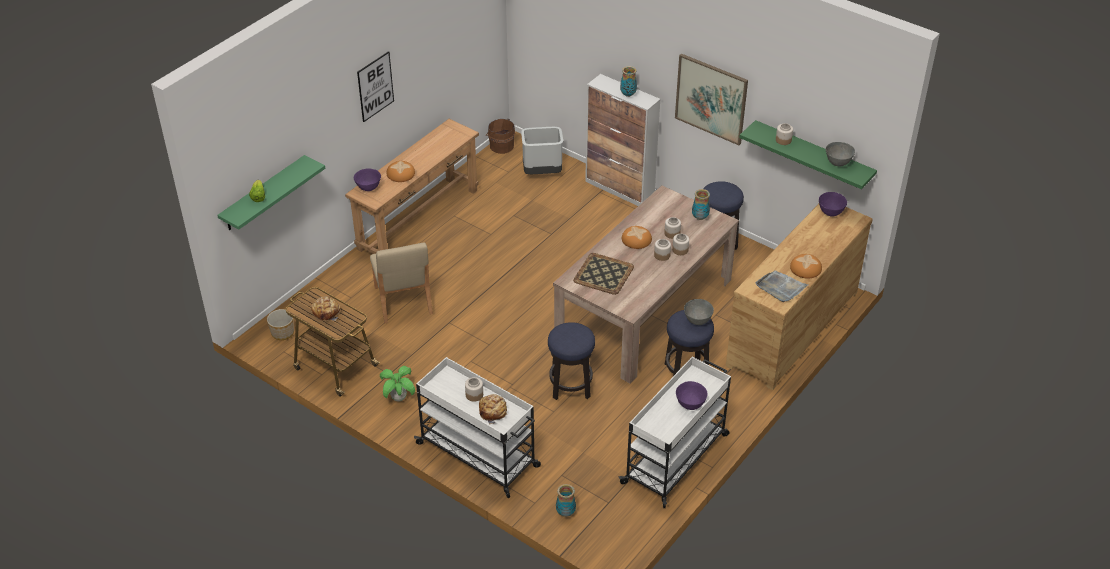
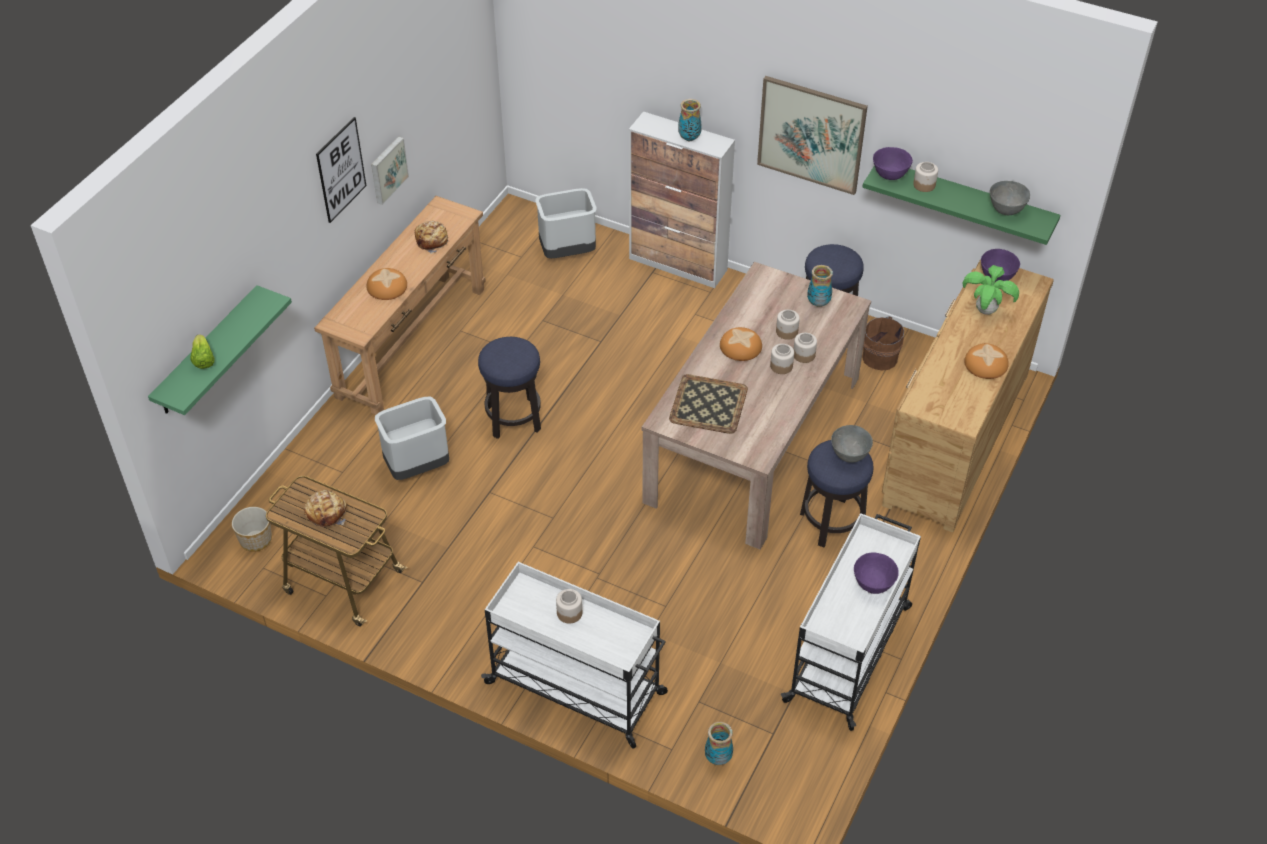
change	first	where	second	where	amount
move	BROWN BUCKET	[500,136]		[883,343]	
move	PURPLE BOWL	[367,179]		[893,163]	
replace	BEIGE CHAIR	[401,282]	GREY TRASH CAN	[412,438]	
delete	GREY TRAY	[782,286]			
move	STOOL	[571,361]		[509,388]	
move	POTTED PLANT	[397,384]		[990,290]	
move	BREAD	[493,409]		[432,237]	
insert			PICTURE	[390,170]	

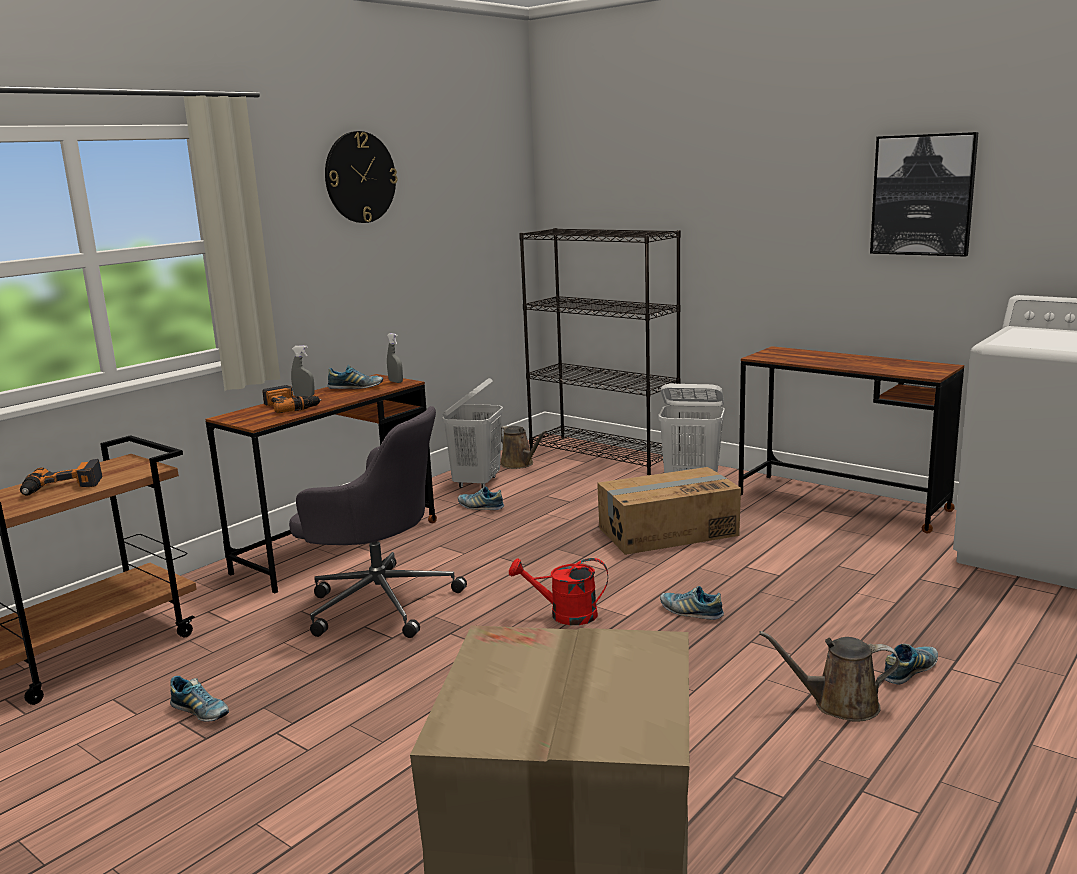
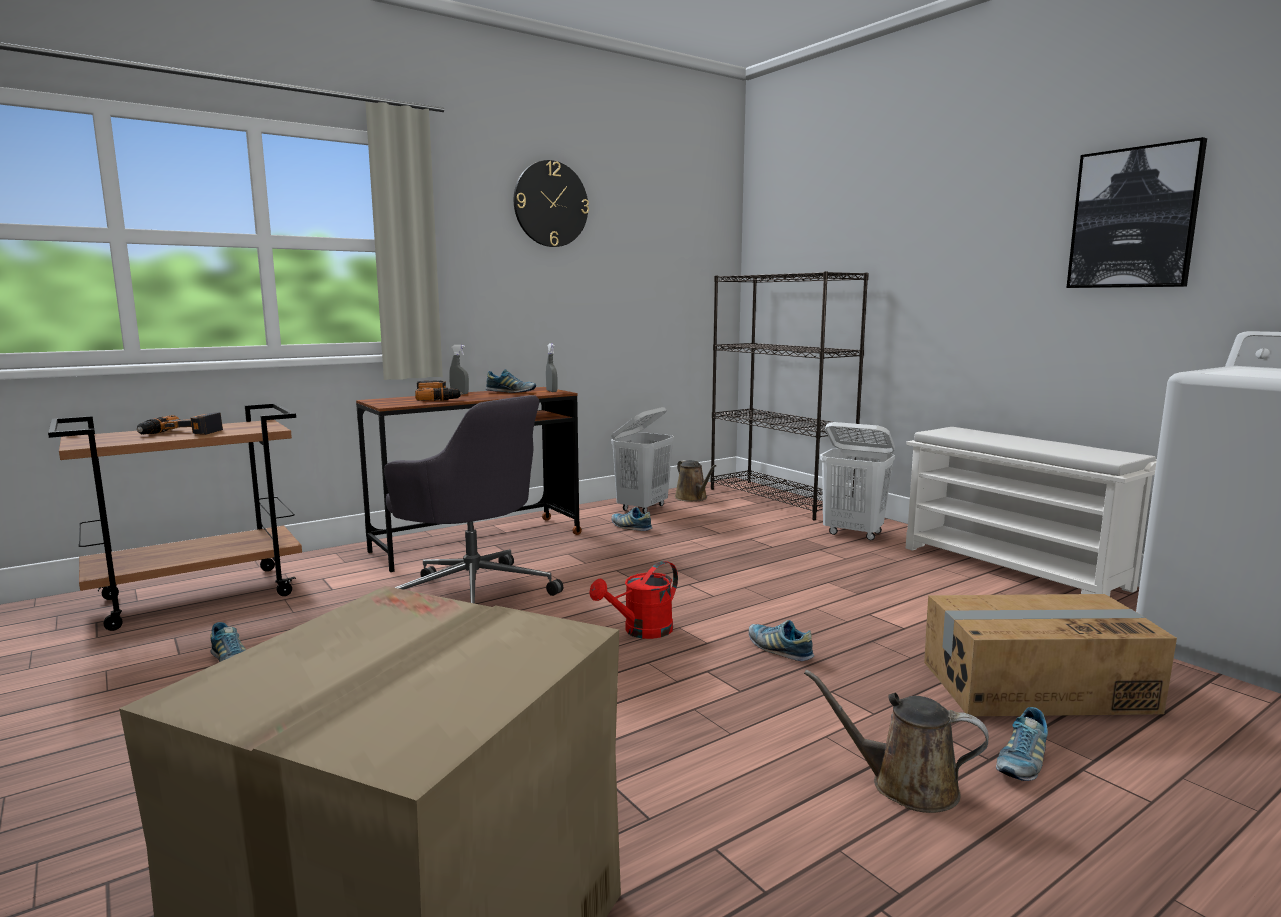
change	first	where	second	where	amount
replace	BROWN DESK	[851,440]	WHITE SHOE RACK	[1031,511]	
move	CARDBOARD BOX	[669,511]		[1050,655]	
rotate	RED WATERING CAN	[558,591]		[633,600]	60 degrees counterclockwise
rotate	SHOE	[911,664]		[1022,744]	150 degrees clockwise

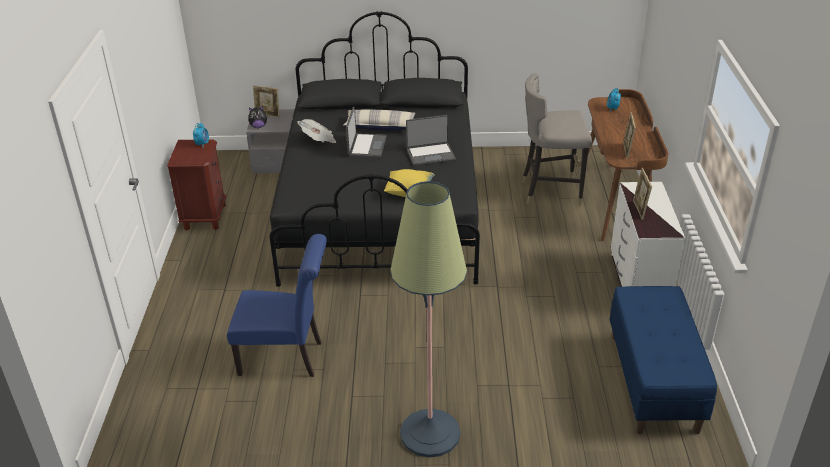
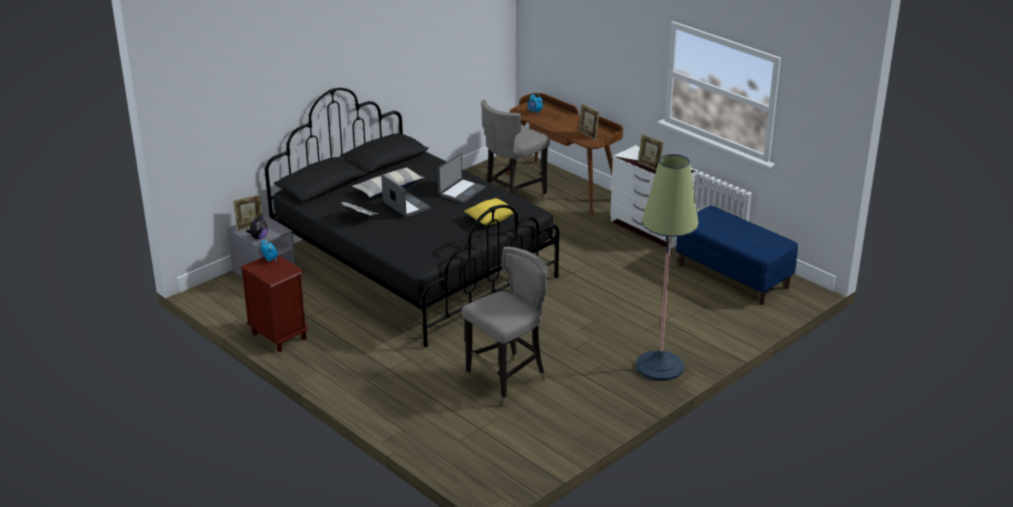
change	first	where	second	where	amount
replace	BLUE CHAIR	[277,305]	GREY STOOL	[505,326]	

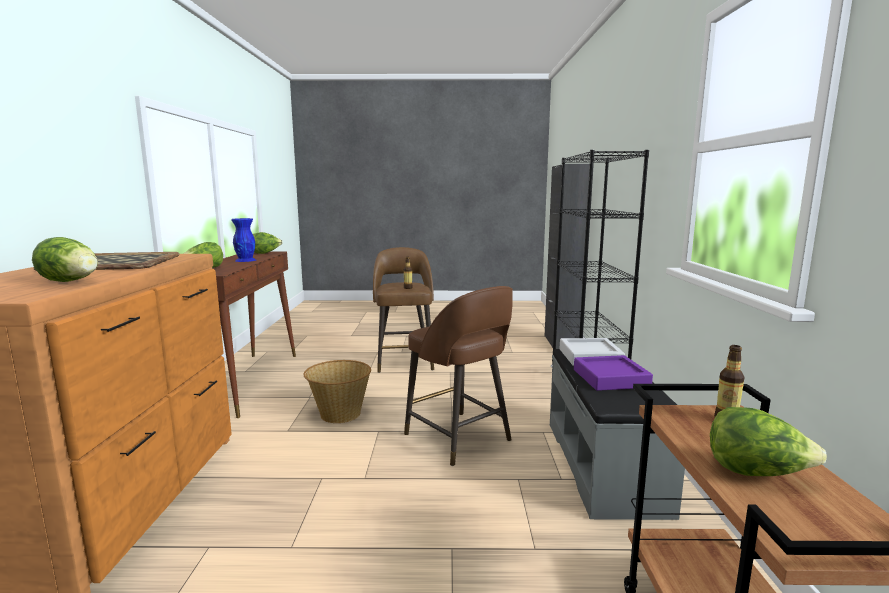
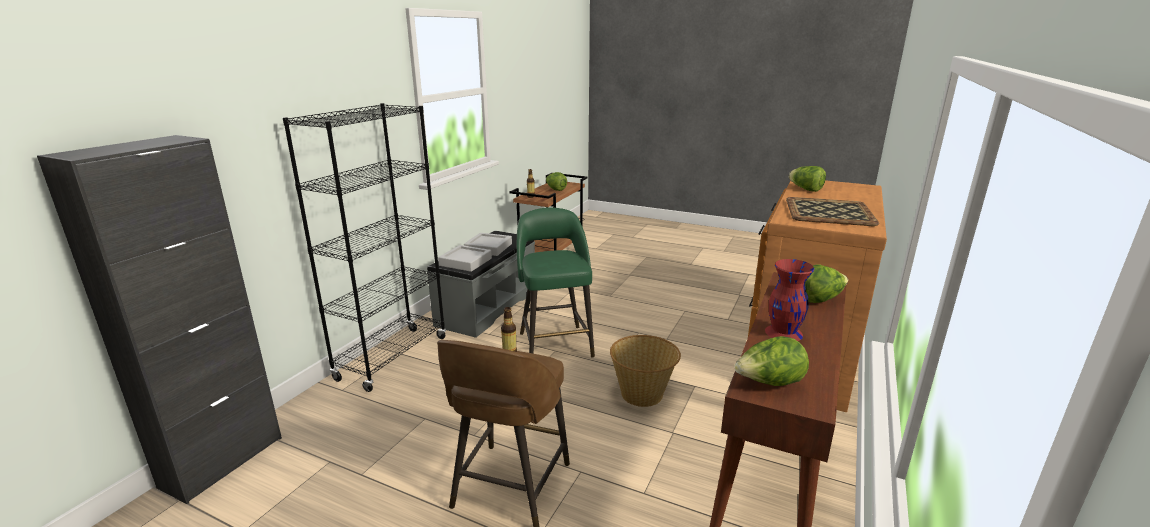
change	first	where	second	where	amount
recolor	BLUE VASE	[243,240]	RED VASE	[789,300]	
recolor	BROWN STOOL	[458,376]	GREEN STOOL	[556,282]	
recolor	PURPLE TRAY	[613,373]	GREY TRAY	[488,244]	

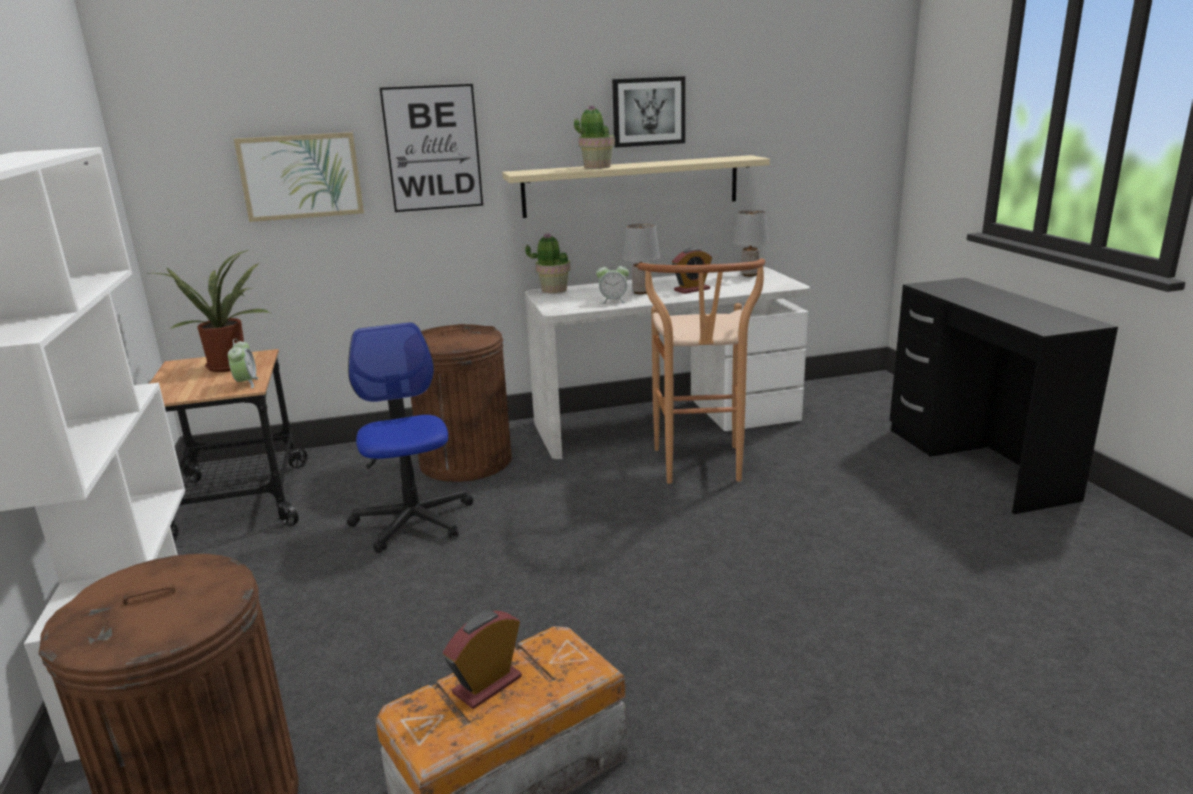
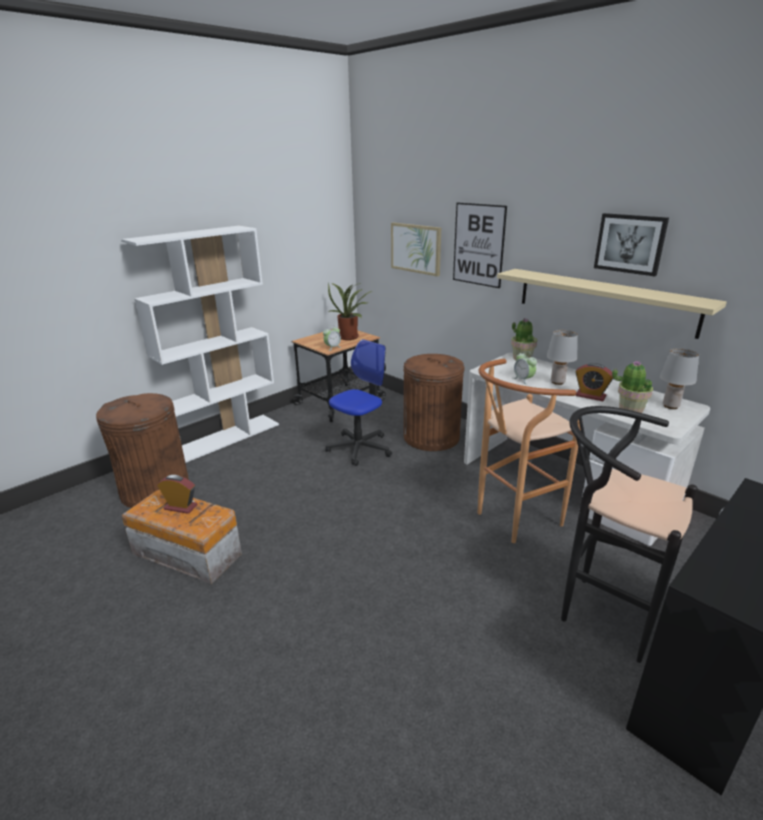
change	first	where	second	where	amount
move	POTTED PLANT	[594,137]		[632,387]	
insert			BLACK STOOL	[629,534]	

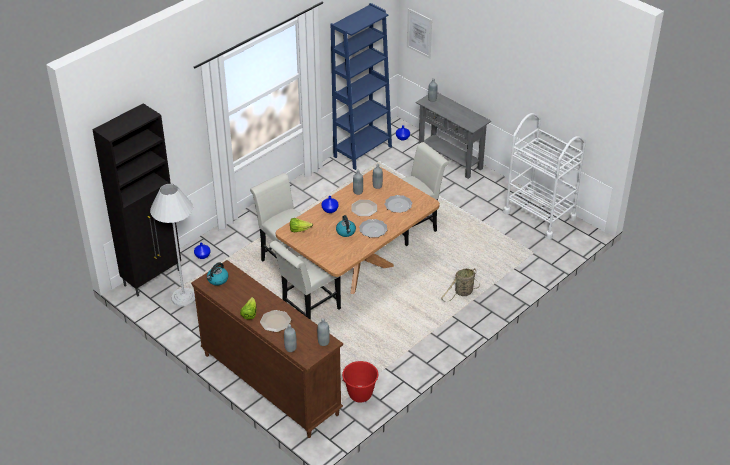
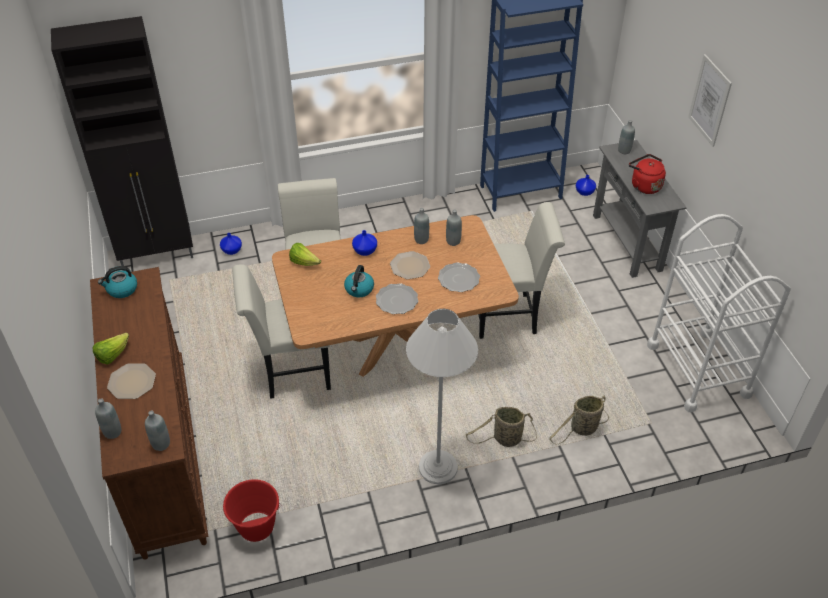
change	first	where	second	where	amount
move	PICTURE	[419,33]		[710,100]	
move	WHITE FLOOR LAMP	[172,245]		[442,396]	
insert			RED KETTLE	[647,174]	
insert			BASKET	[579,420]	

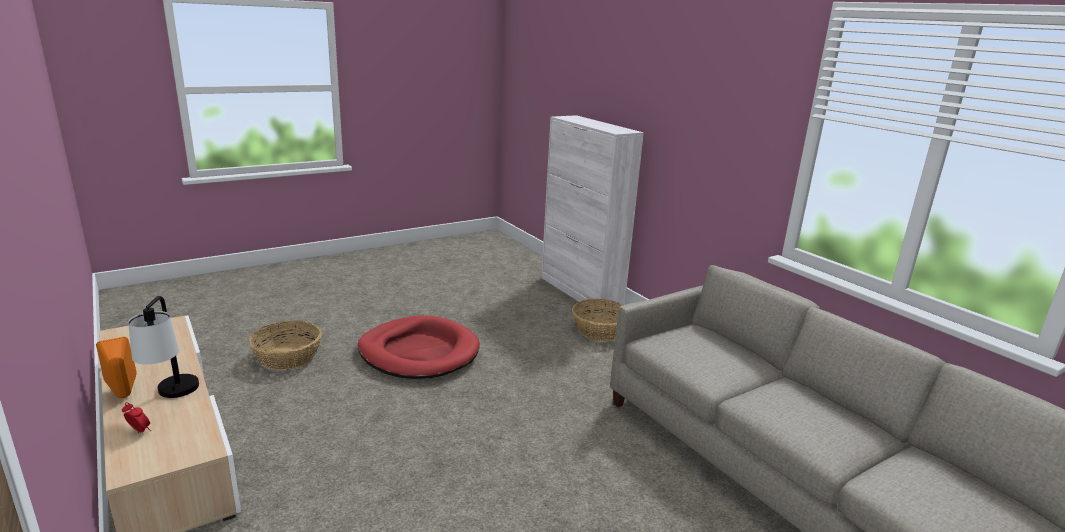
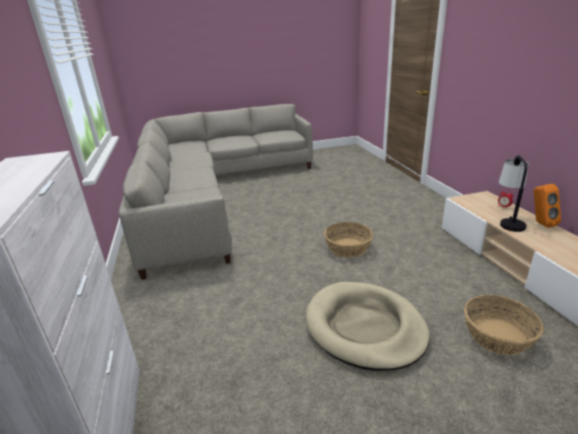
change	first	where	second	where	amount
move	BASKET	[597,320]		[348,240]	
recolor	RED DOG BED	[419,347]	BEIGE DOG BED	[367,326]	

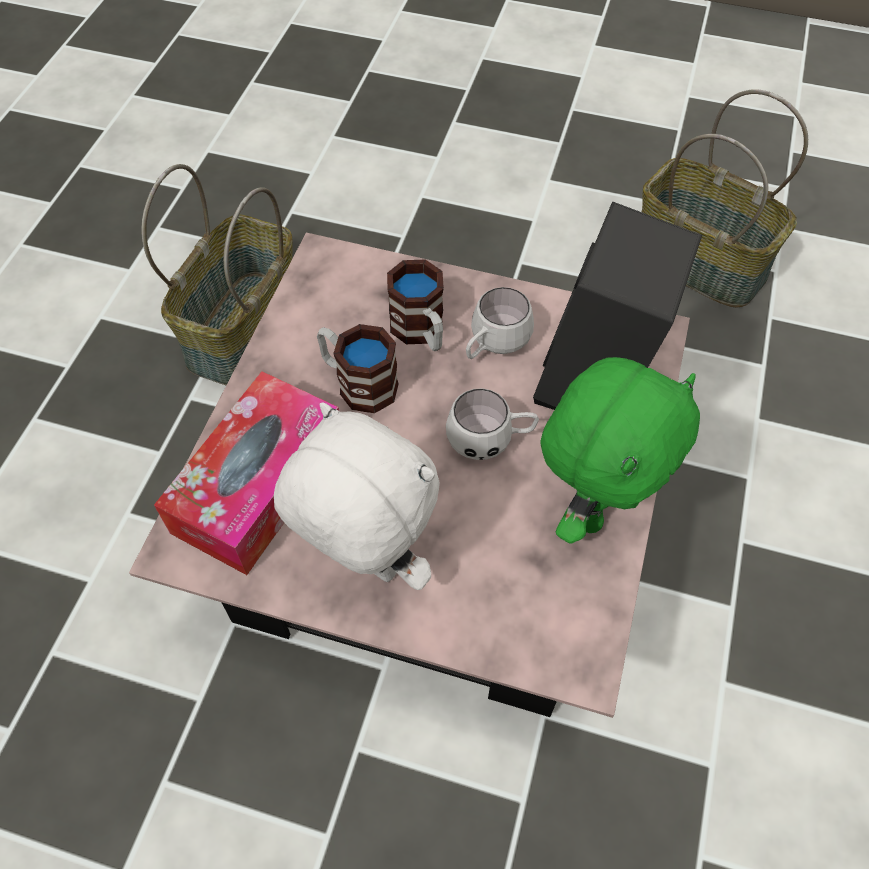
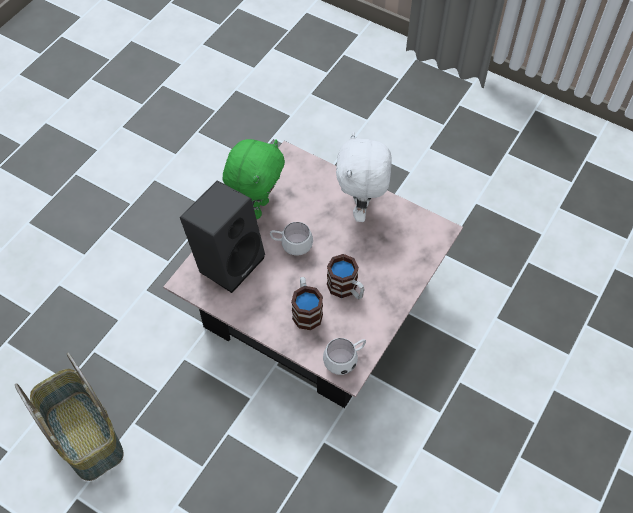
change	first	where	second	where	amount
delete	BASKET	[217,274]			
move	WHITE MUG	[500,323]		[344,356]	
rotate	GREEN PLUSH TOY	[620,450]		[254,179]	150 degrees clockwise
delete	TISSUE BOX	[246,473]			
rotate	WHITE PLUSH TOY	[356,496]		[364,177]	45 degrees clockwise

